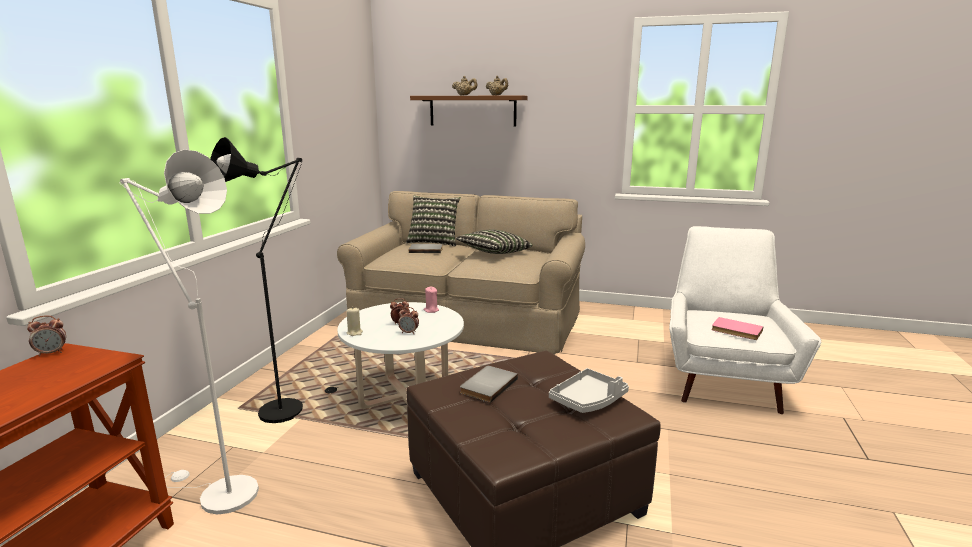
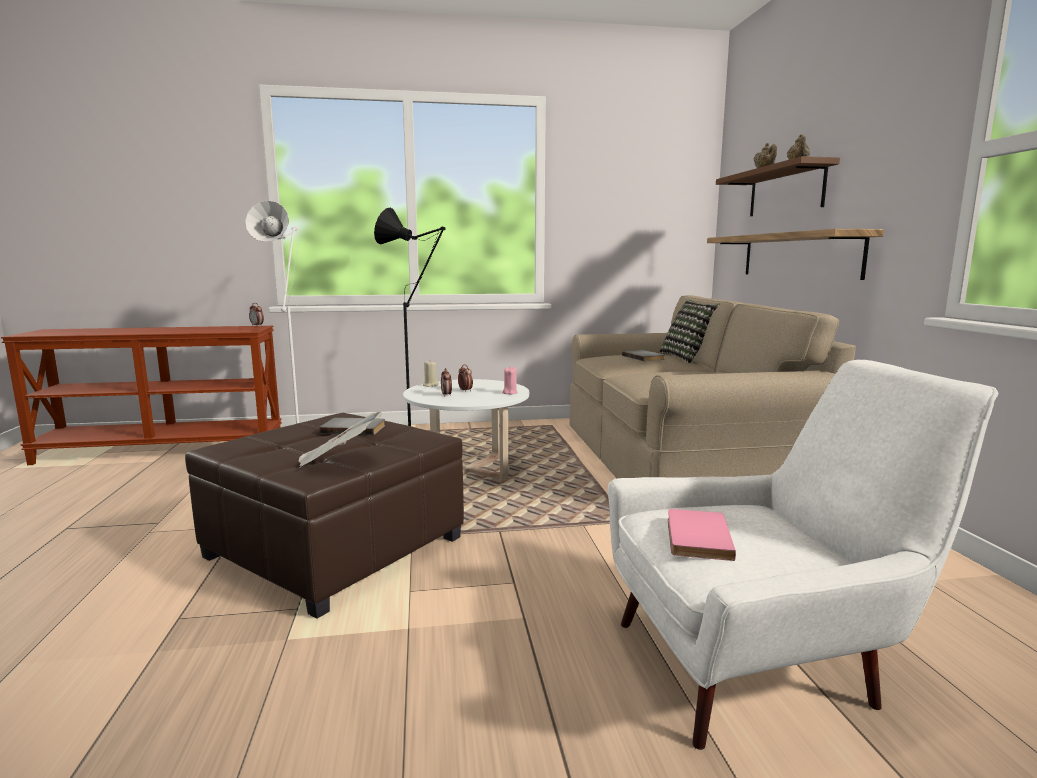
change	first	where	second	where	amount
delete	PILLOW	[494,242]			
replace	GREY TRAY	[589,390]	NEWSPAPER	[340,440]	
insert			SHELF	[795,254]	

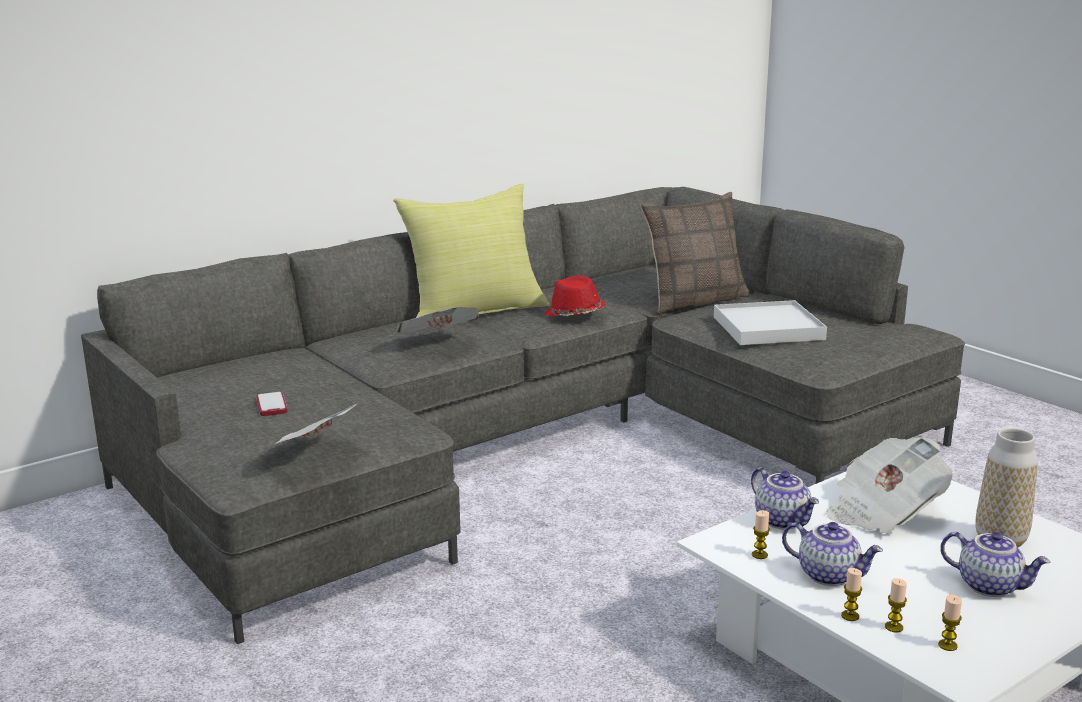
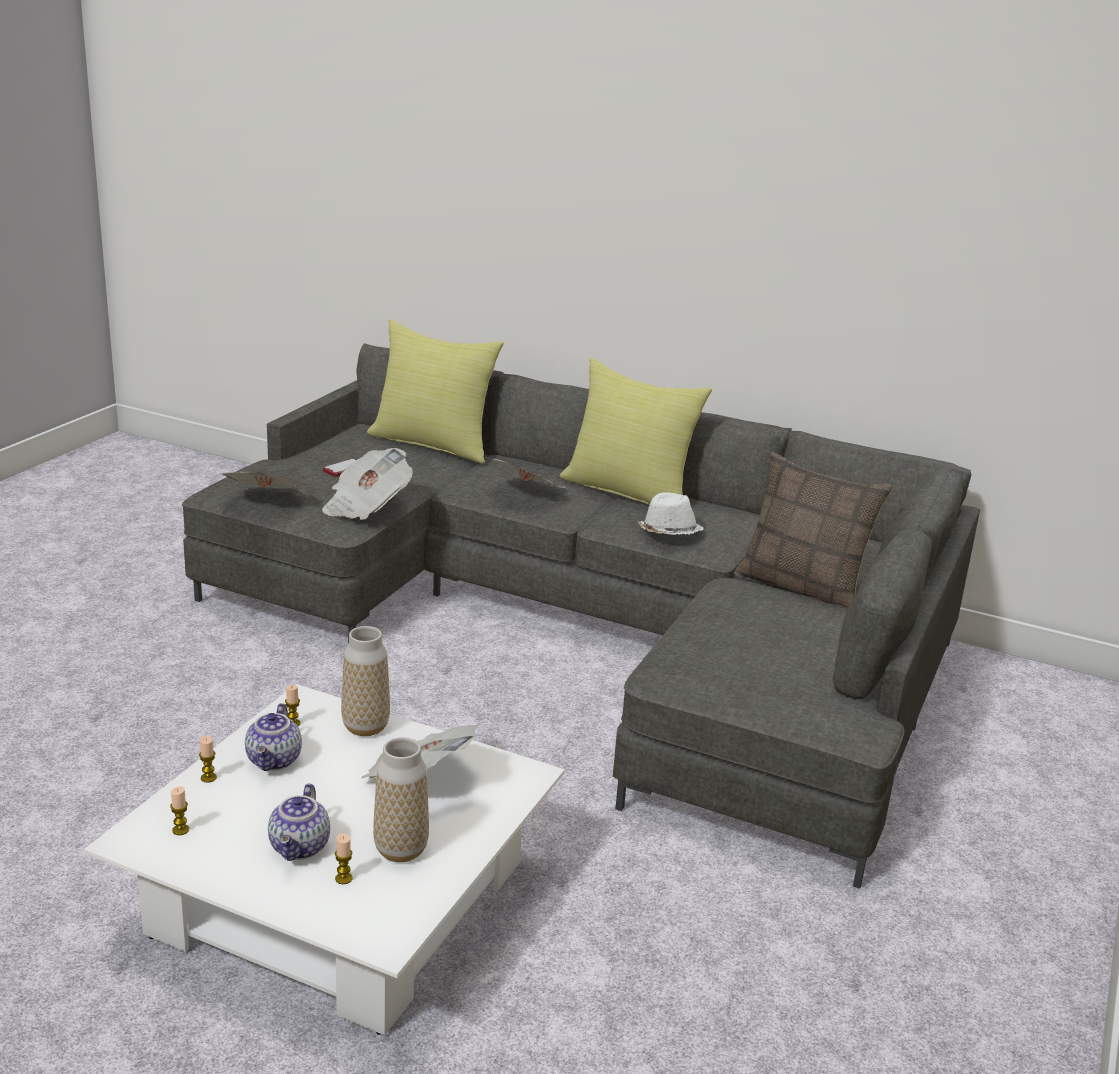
change	first	where	second	where	amount
recolor	RED HAT	[575,296]	WHITE HAT	[670,513]	
delete	WHITE TRAY	[770,322]			
replace	TEAPOT	[785,498]	VASE	[365,681]	
move	CANDLE	[896,605]		[343,858]	
insert			YELLOW PILLOW	[435,391]	
insert			NEWSPAPER	[367,484]	

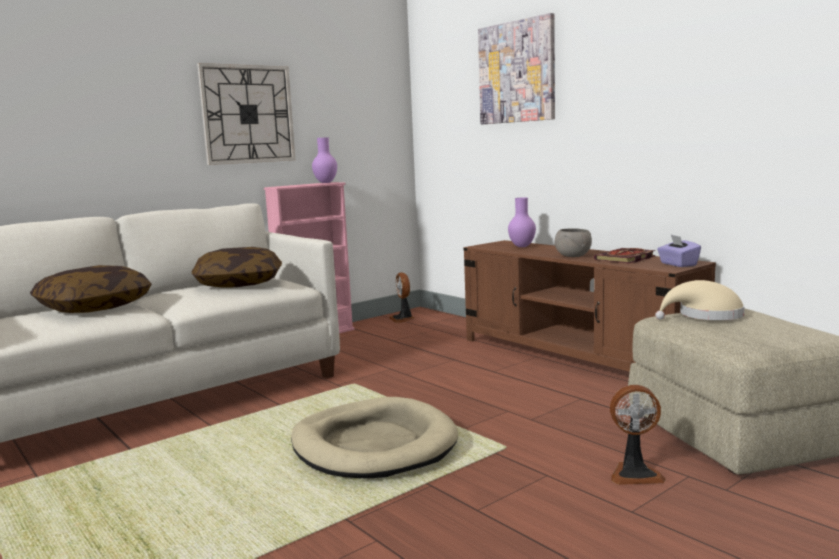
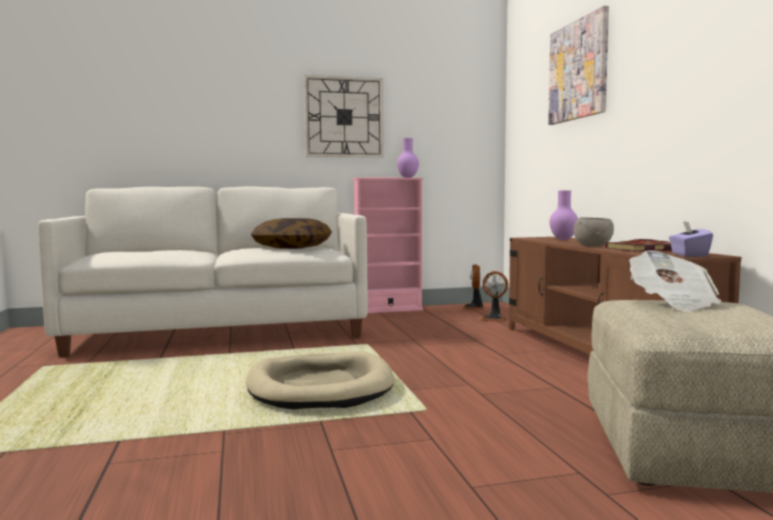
change	first	where	second	where	amount
delete	PILLOW	[91,289]			
replace	BEIGE HAT	[700,300]	NEWSPAPER	[675,280]	
move	FAN	[638,435]		[493,296]	

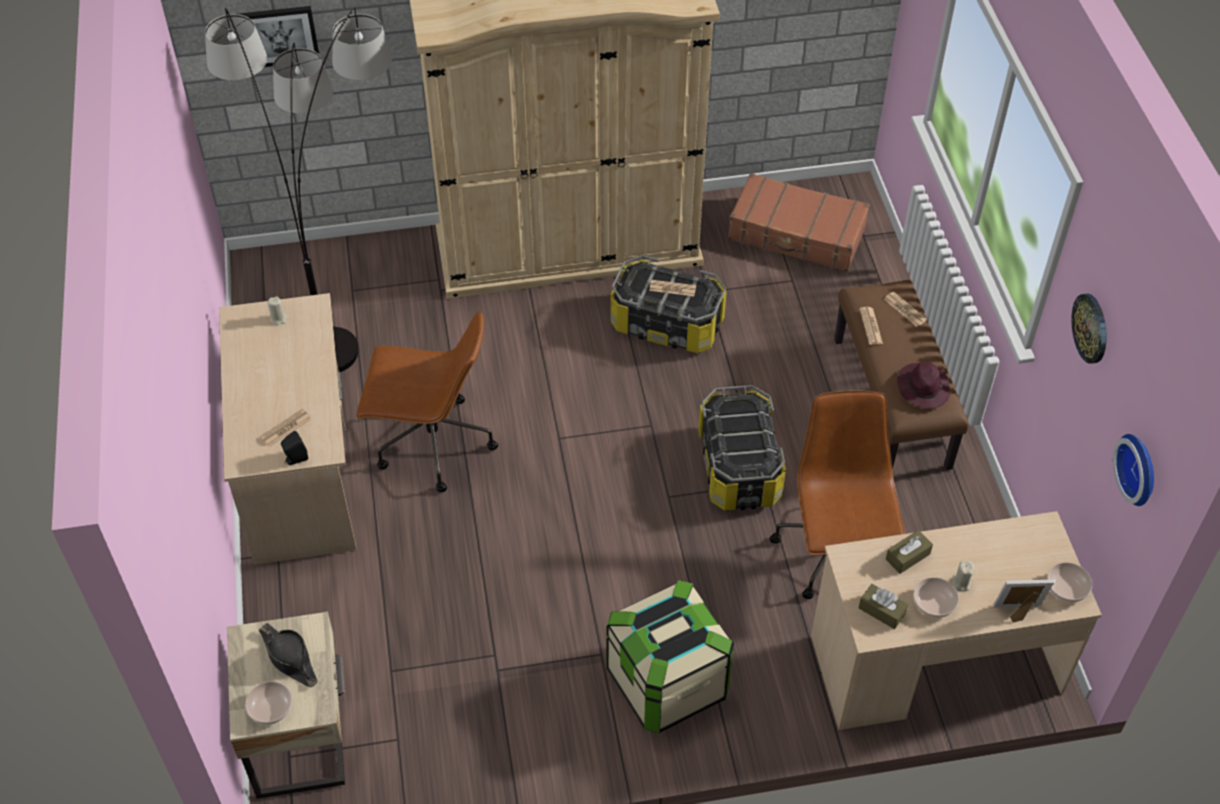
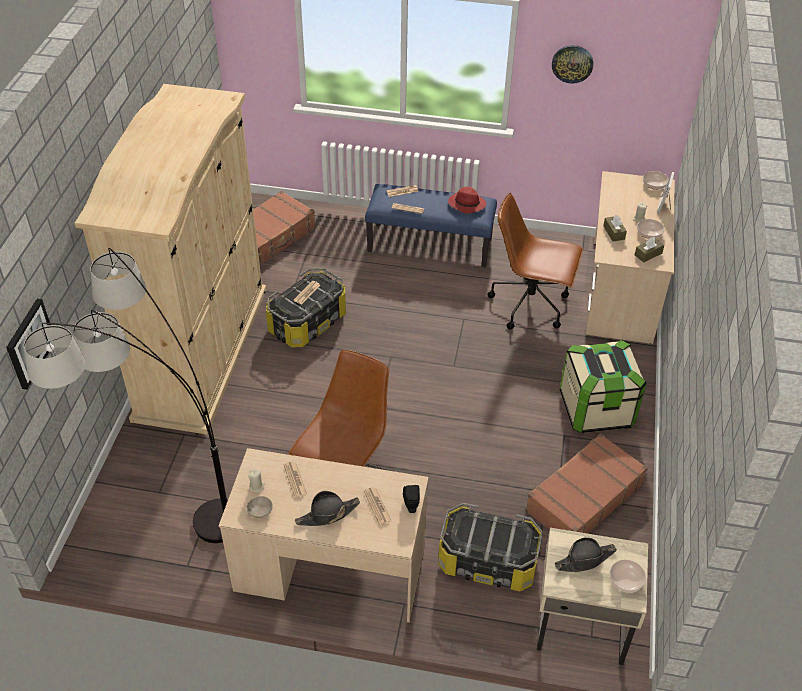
change	first	where	second	where	amount
recolor	BROWN BENCH	[901,375]	BLUE BENCH	[431,225]	
recolor	PURPLE HAT	[923,385]	RED HAT	[467,200]	
move	STORAGE BOX	[742,447]		[490,547]	
delete	WALL CLOCK	[1133,470]			
insert			BROWN SUITCASE	[586,483]	
insert			NEWSPAPER	[295,480]	
insert			BLACK HAT	[327,508]	
insert			BEIGE BOWL	[259,507]	

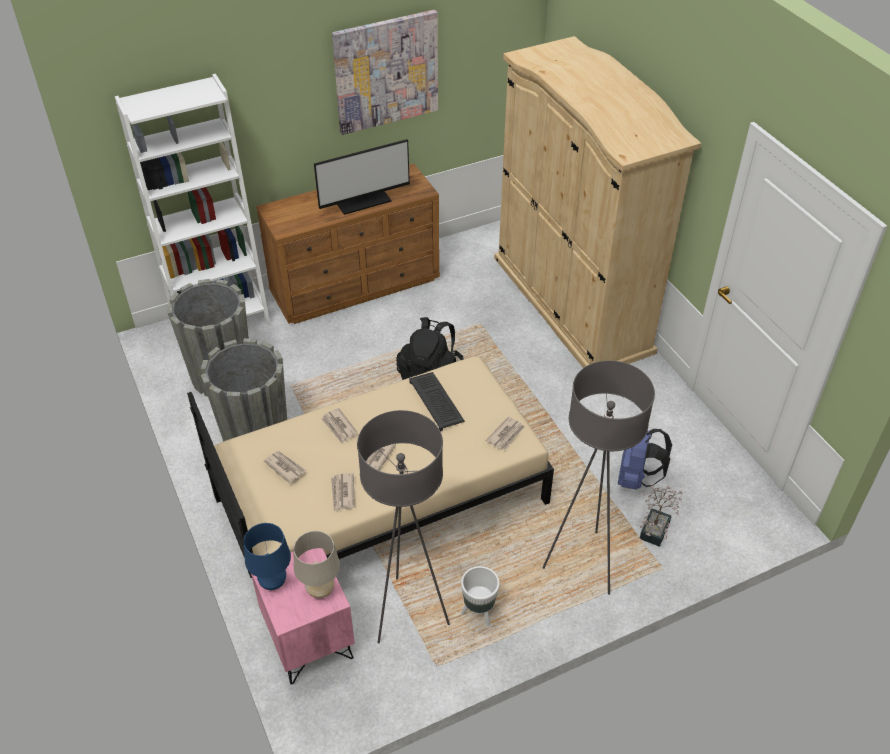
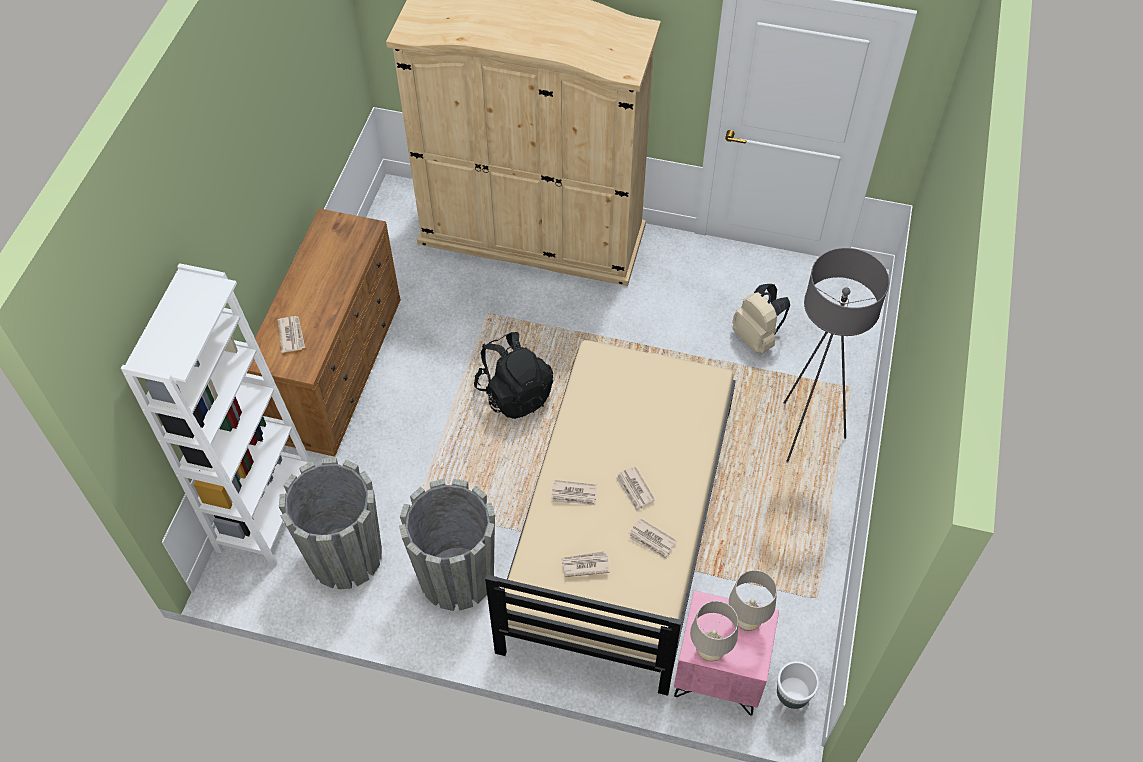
change	first	where	second	where	amount
delete	PICTURE	[385,72]			
delete	MONITOR	[362,177]			
delete	KEYBOARD	[437,401]			
delete	GREY FLOOR LAMP	[403,527]			
move	NEWSPAPER	[505,433]		[291,334]	
recolor	BLUE BACKPACK	[645,459]	BEIGE BACKPACK	[761,318]	
delete	POTTED PLANT	[661,515]			
recolor	BLUE TABLE LAMP	[267,556]	BEIGE TABLE LAMP	[714,631]	
move	WHITE PLANTER	[480,596]		[798,689]	

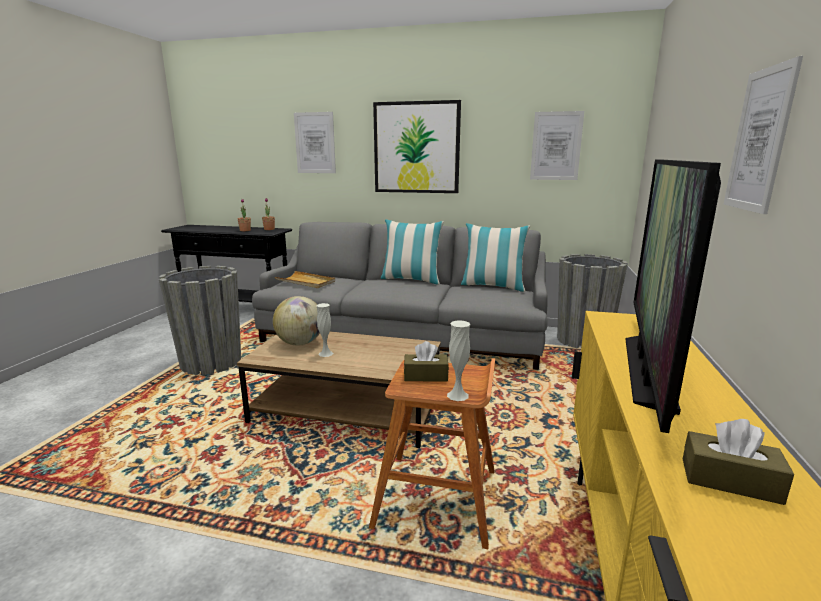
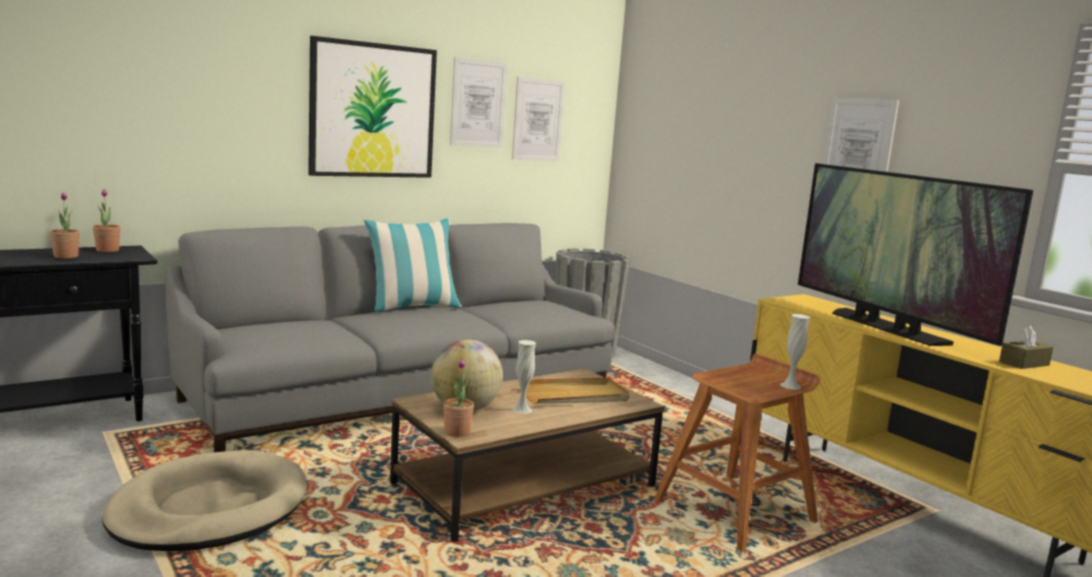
change	first	where	second	where	amount
move	PICTURE	[315,142]		[478,102]	
delete	PILLOW	[495,257]			
replace	GREY PLANTER	[200,320]	BEIGE DOG BED	[204,500]	
move	BEIGE TRAY	[305,279]		[574,391]	
delete	BROWN TISSUE BOX	[426,361]			
insert			POTTED PLANT	[458,398]	

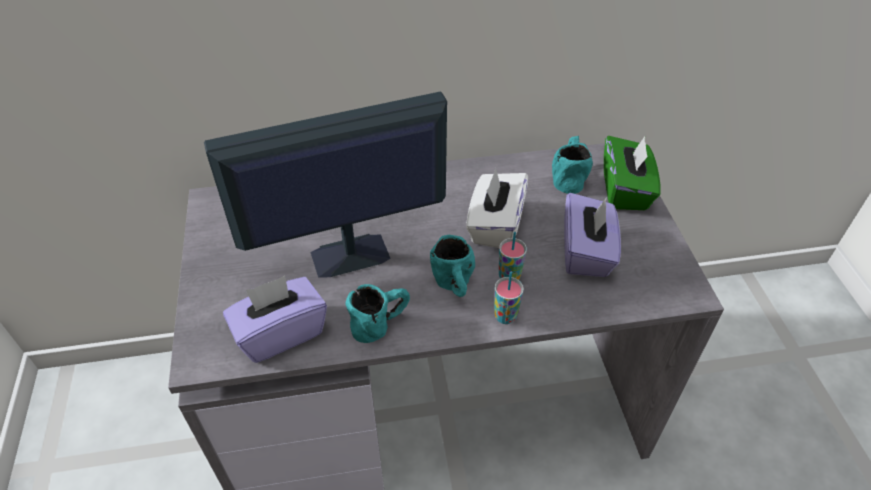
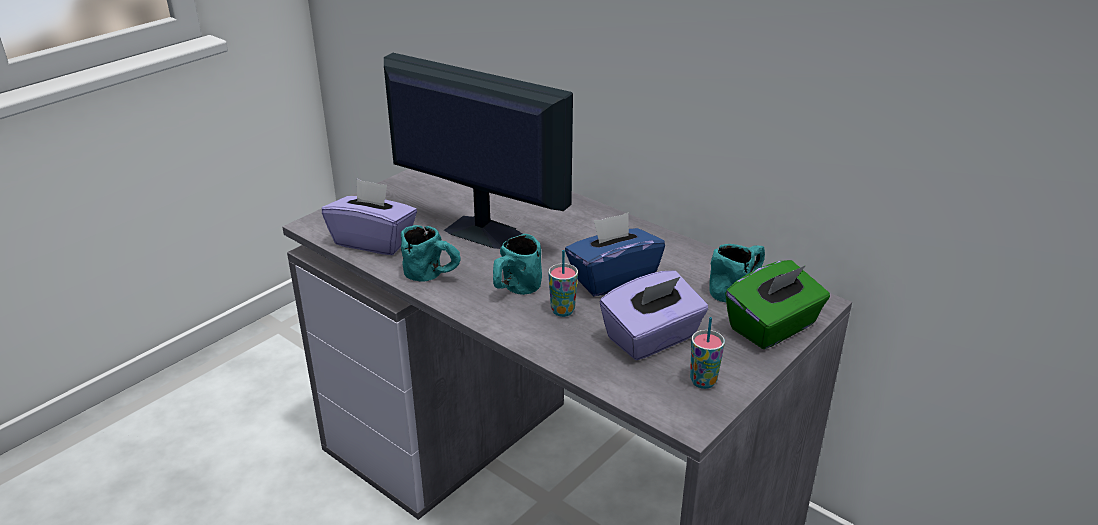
change	first	where	second	where	amount
recolor	WHITE TISSUE BOX	[497,208]	BLUE TISSUE BOX	[615,254]	
move	CUP	[509,298]		[707,353]	

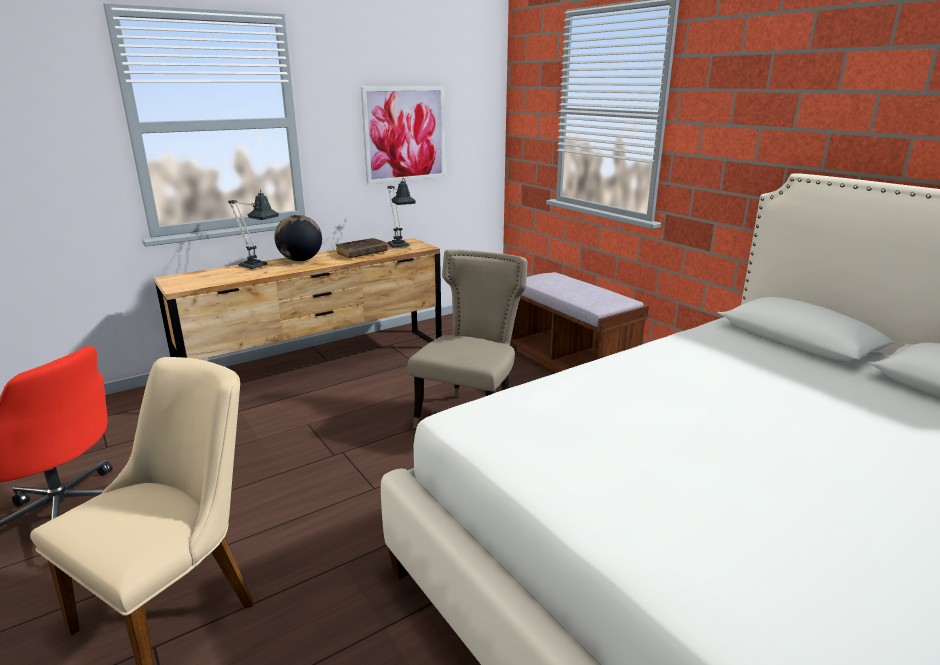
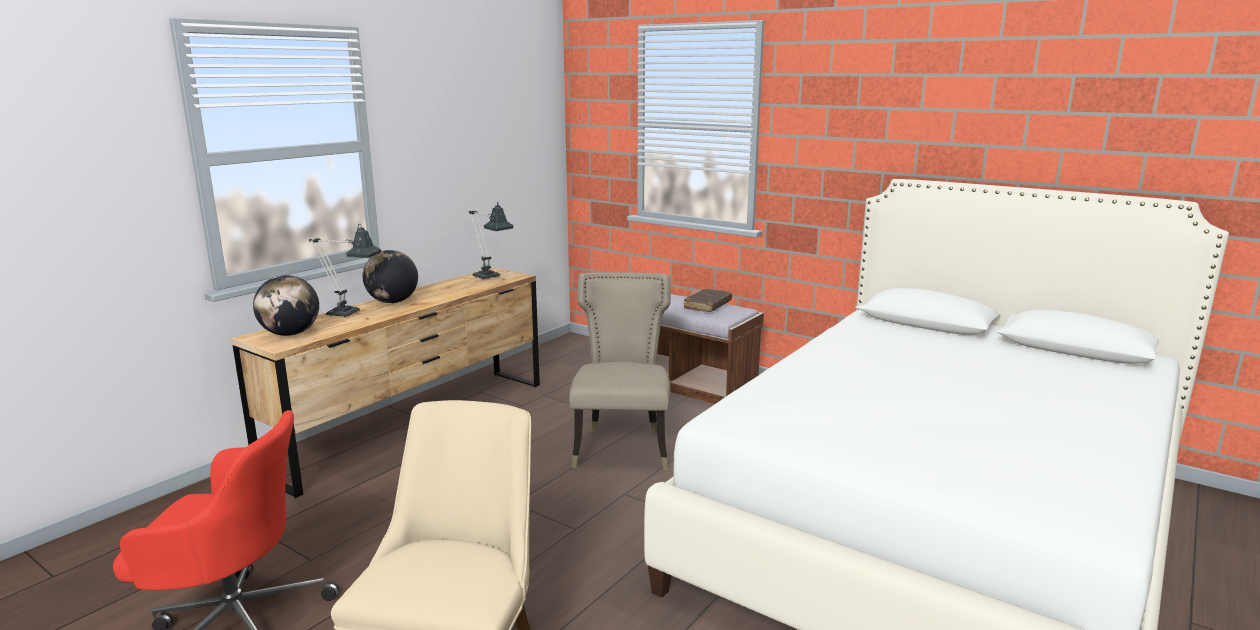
change	first	where	second	where	amount
delete	PICTURE	[403,135]			
move	BROWN BOOK	[362,248]		[708,300]	
insert			GLOBE	[286,305]	

